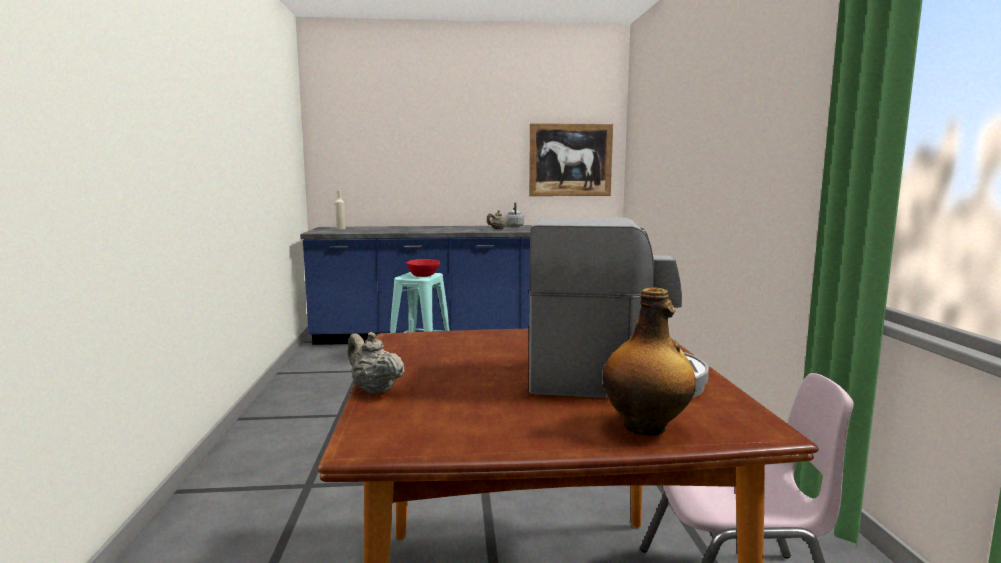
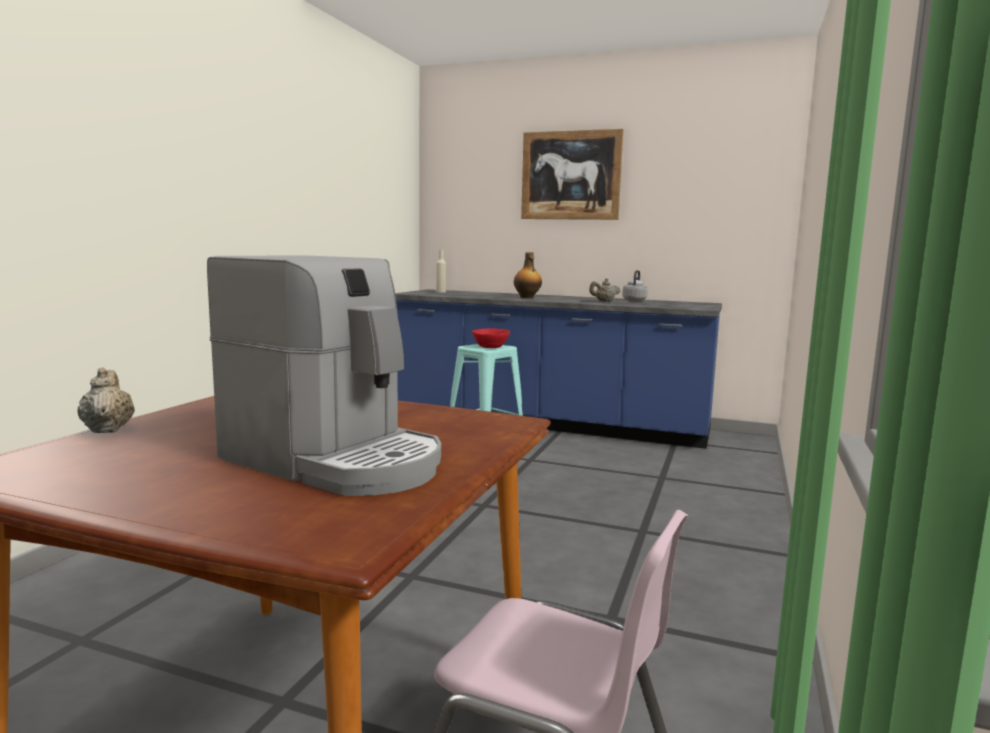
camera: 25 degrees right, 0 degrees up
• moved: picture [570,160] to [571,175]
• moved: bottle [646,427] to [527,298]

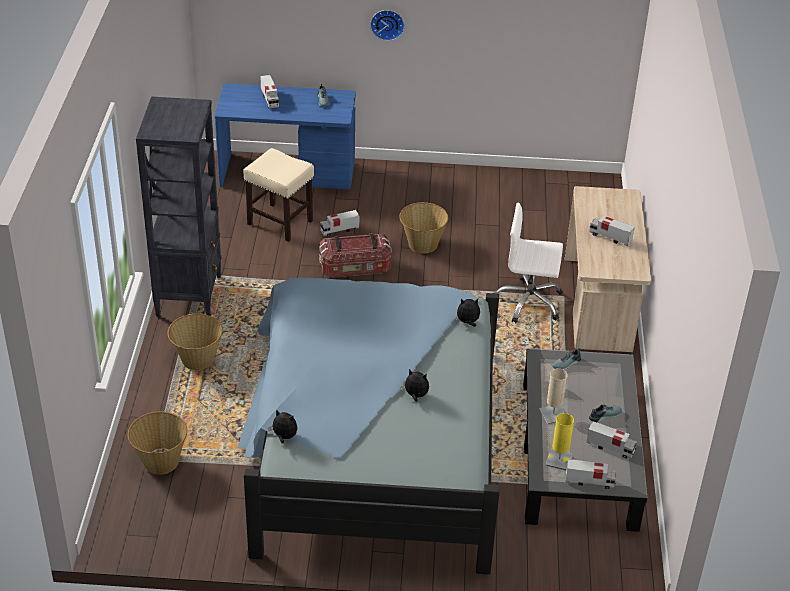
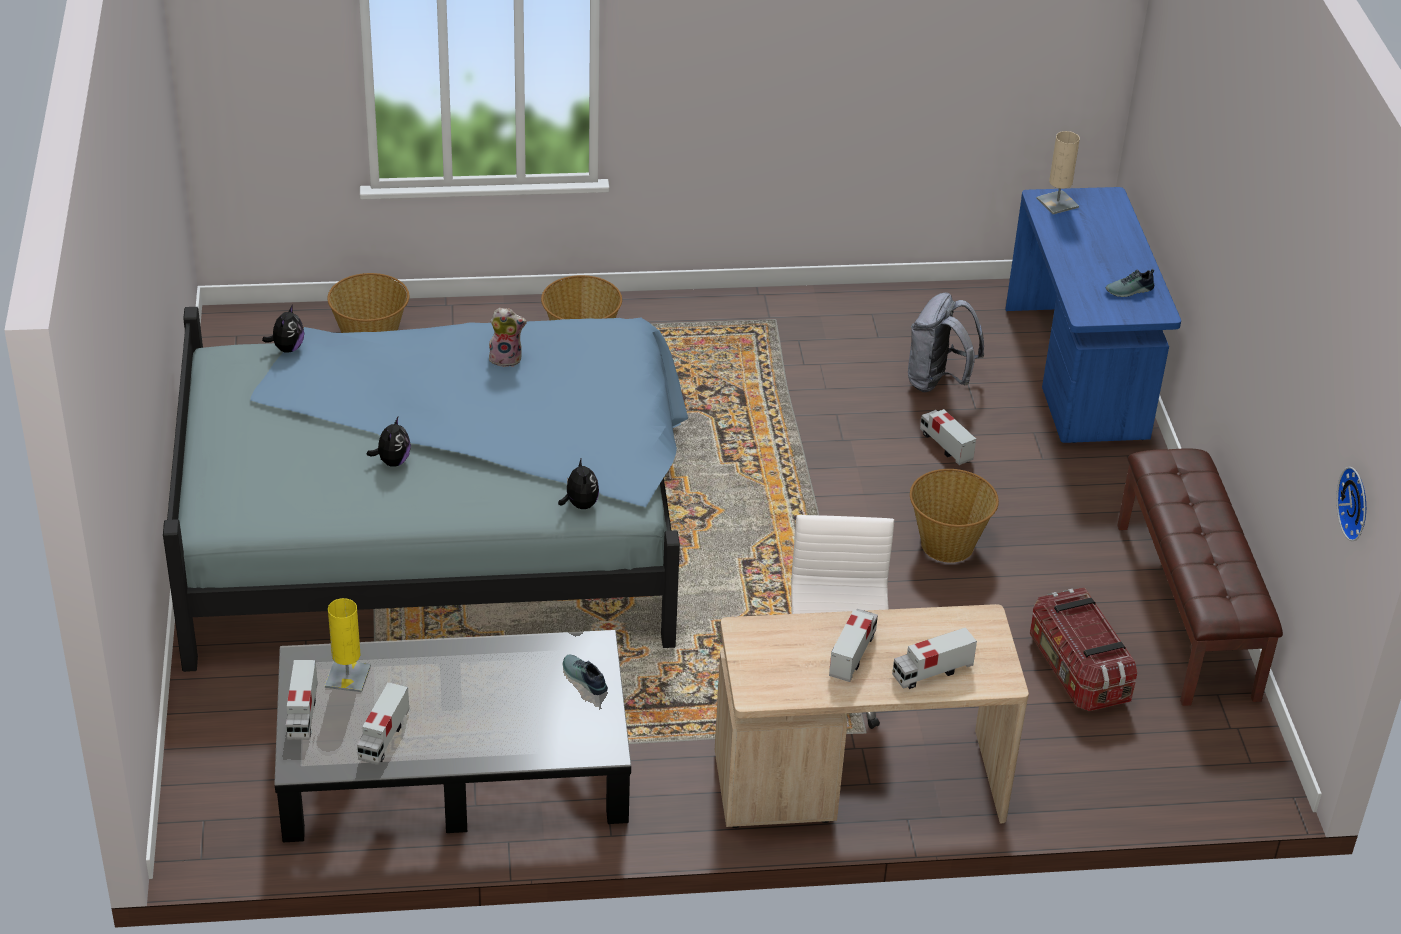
camera: 80 degrees right, 0 degrees up
• removed: black bookcase [189,295]
• replaced: beige stool [281,222] to grey backpack [938,382]
• moved: toy truck [270,99] to [931,672]
• moved: storage box [355,268] to [1077,670]
• moved: wall clock [387,23] to [1357,503]
• moved: beige table lamp [553,414] to [1057,203]
• removed: shoe [604,415]
• added: plush toy [506,358]
• added: brown bench [1188,610]

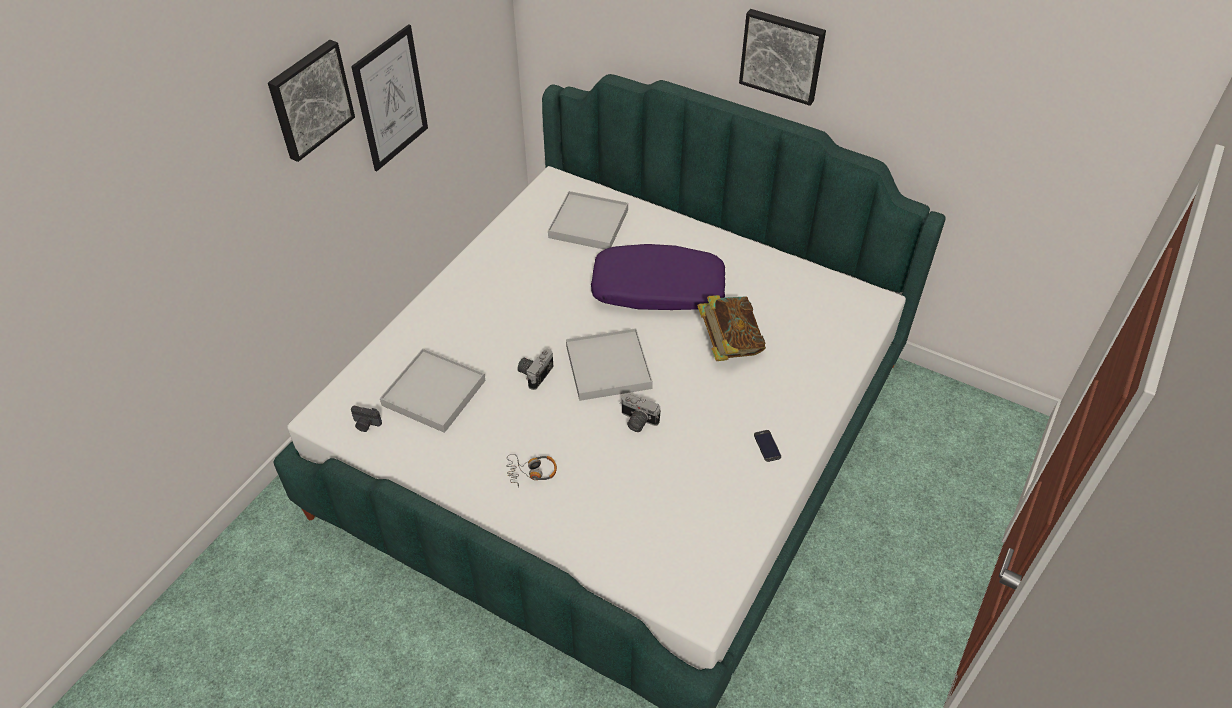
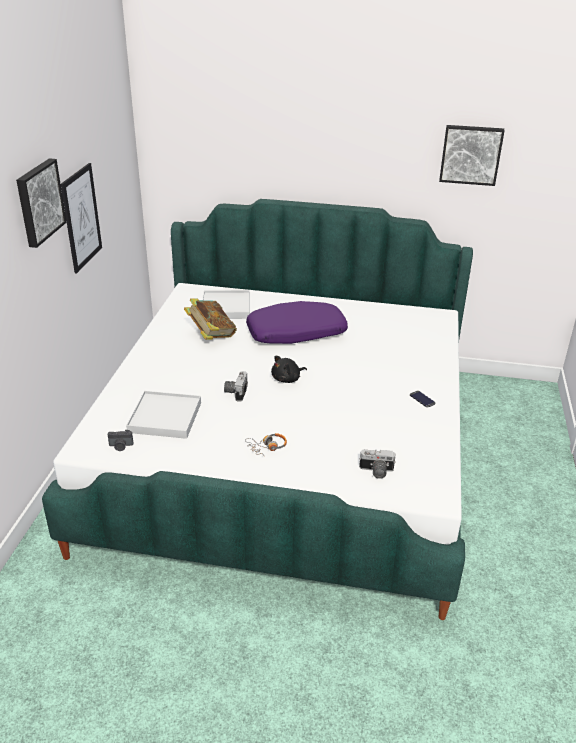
camera: 20 degrees left, 15 degrees down
• replaced: white tray [608,367] to black plush toy [287,379]
• moved: photo camera [637,421] to [376,471]
• moved: book [729,345] to [211,335]
• moved: picture [782,55] to [470,154]

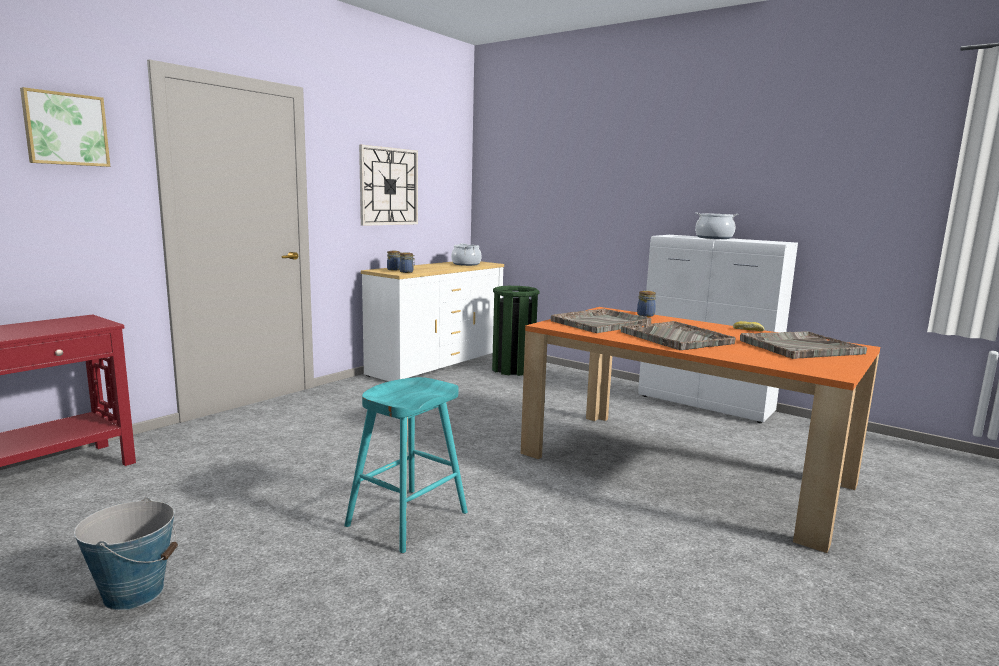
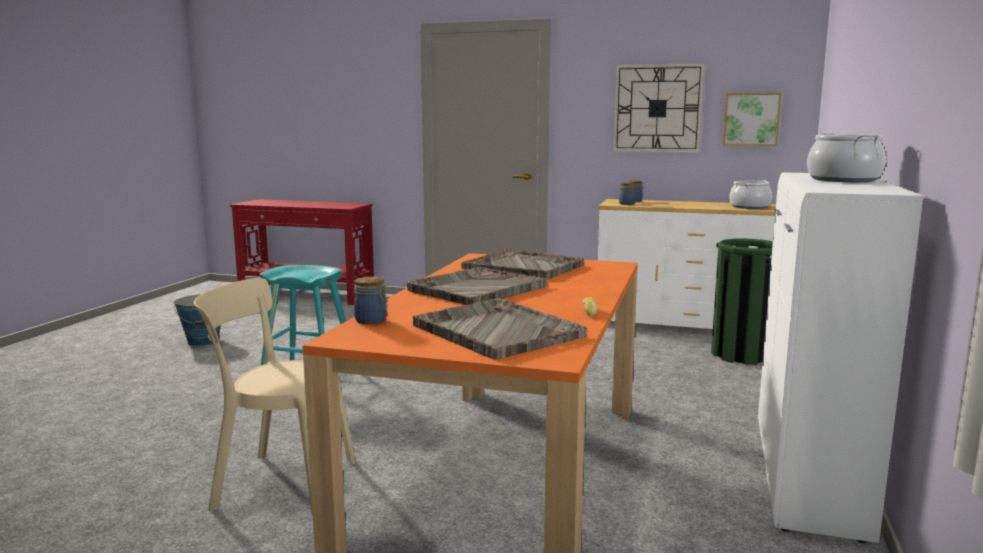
camera: 70 degrees right, 0 degrees up
• moved: picture [65,129] to [751,119]
• moved: jar [646,315] to [372,321]
• added: beige chair [279,484]

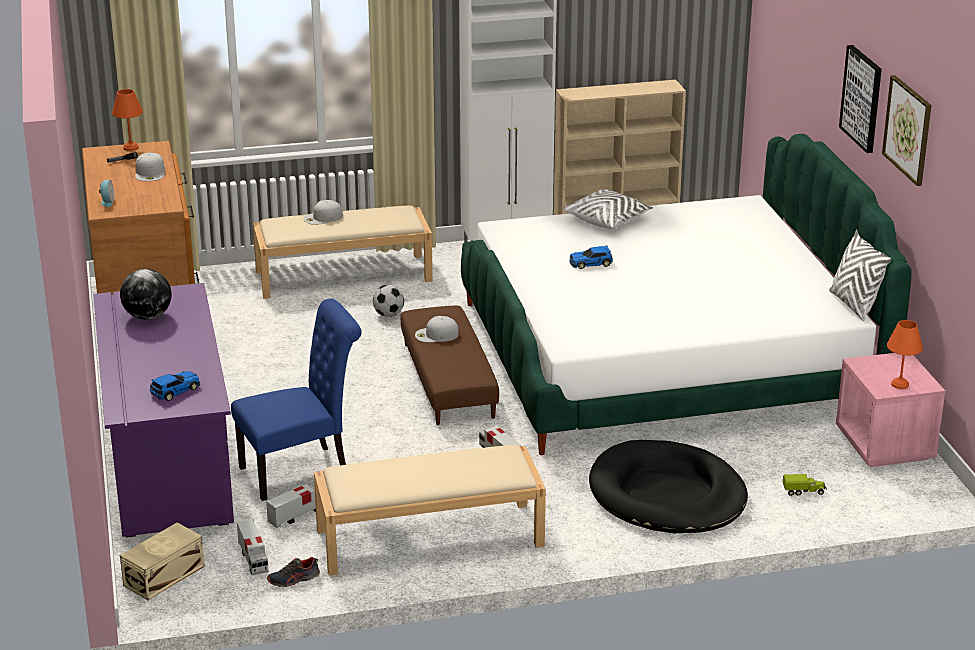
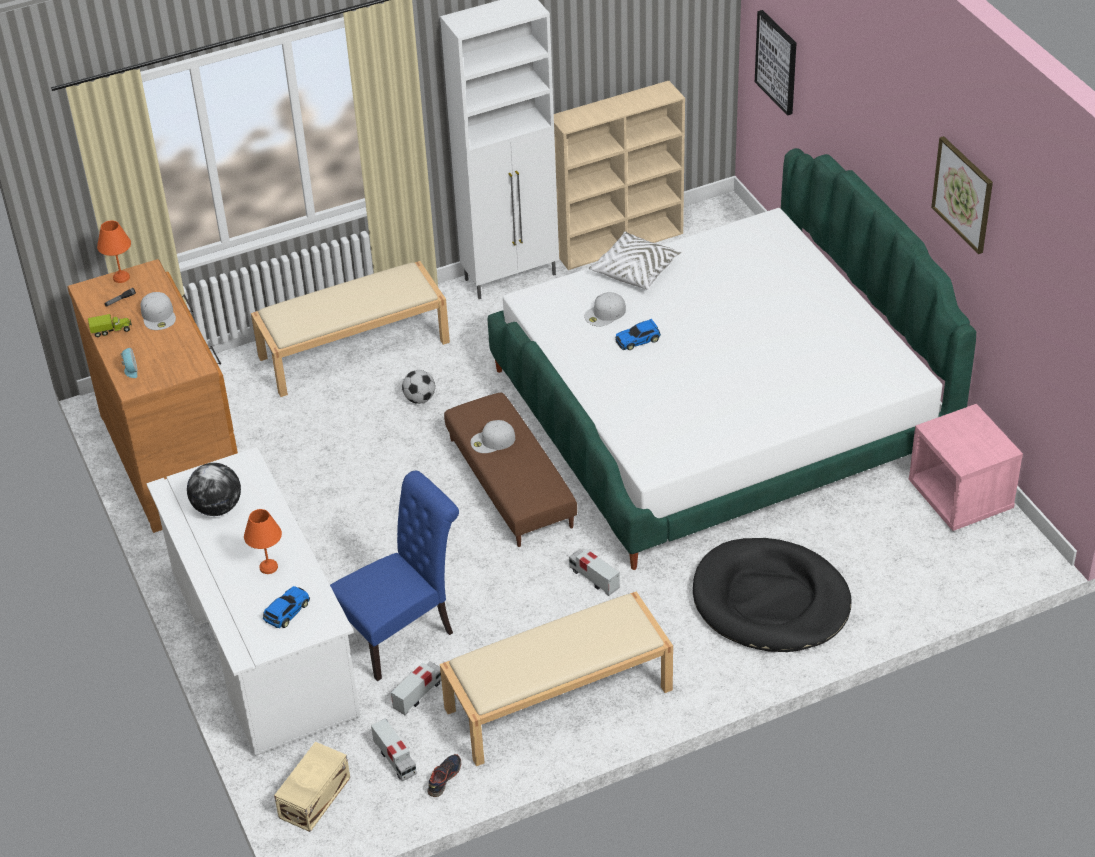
camera: 10 degrees left, 15 degrees up
• recoloured: purple desk [167,461] to white desk [262,644]
• turned: shoe [293,579] = [444,778] 150 degrees clockwise
• moved: white cap [323,217] to [605,313]
• moved: toy truck [804,491] to [111,330]
• removed: white pillow [854,305]
• moved: picture [862,98] to [777,62]
• moved: orange table lamp [900,384] to [268,566]

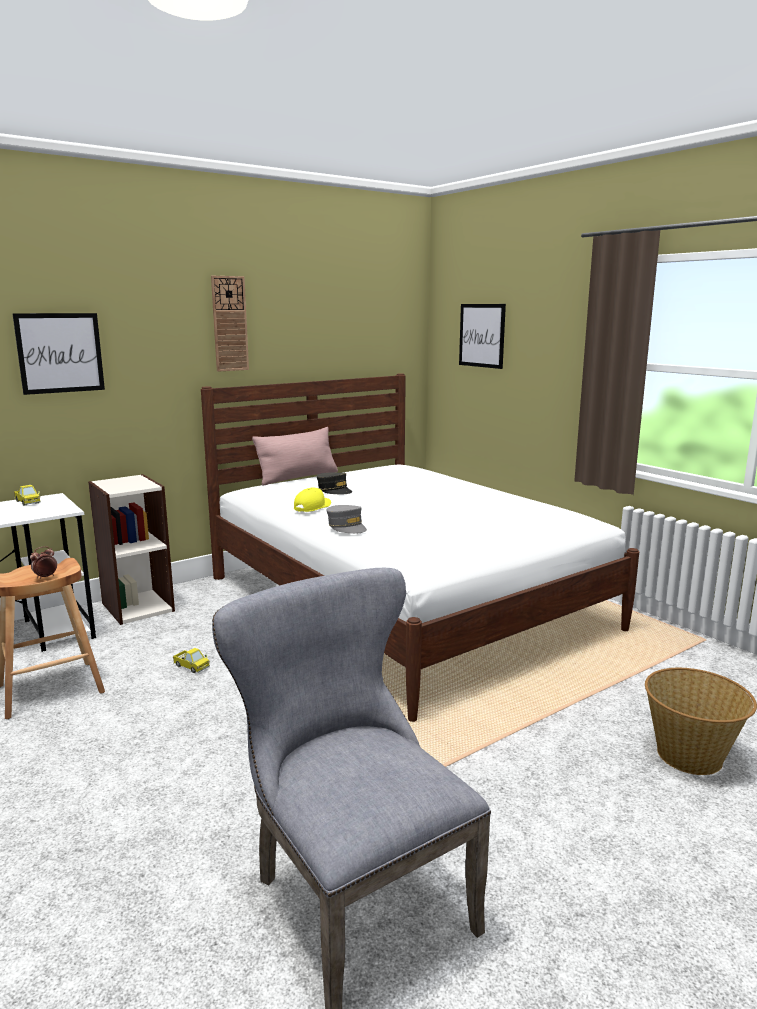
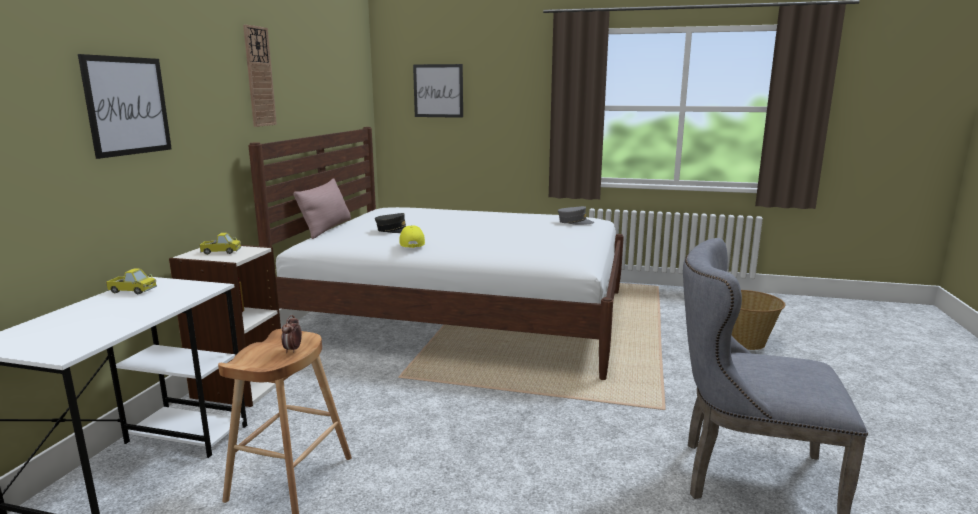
camera: 40 degrees left, 0 degrees up
• moved: toy truck [191,667] to [221,252]
• moved: grey cap [347,527] to [575,222]

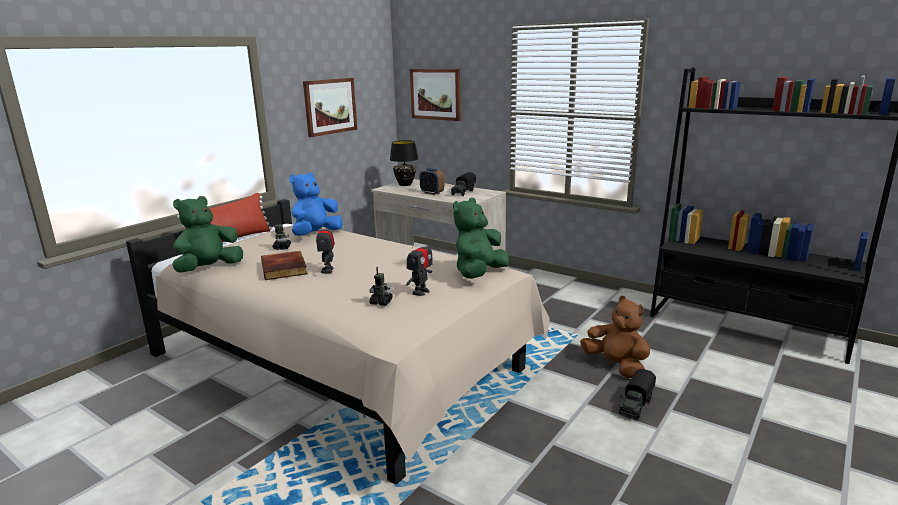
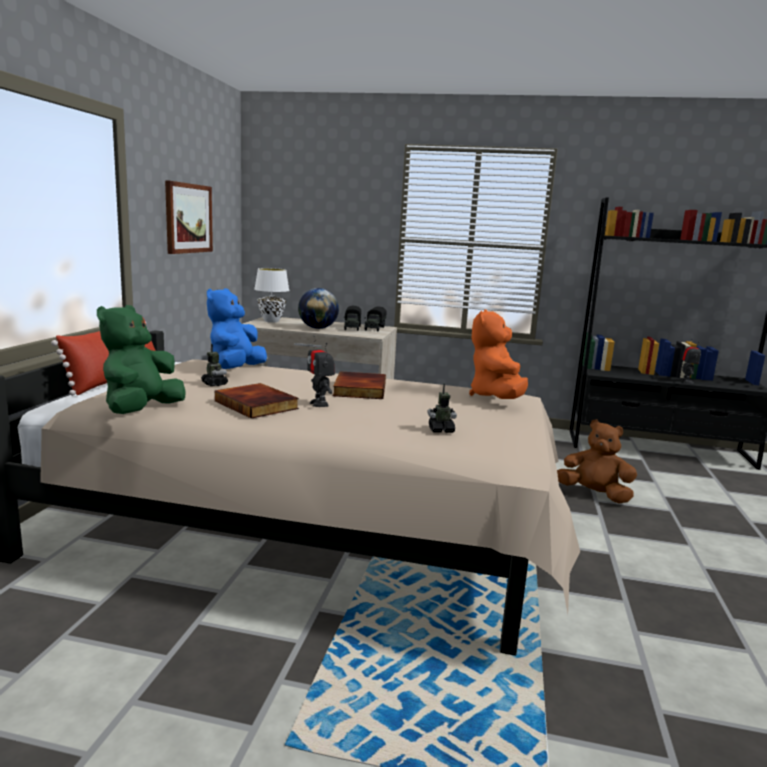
camera: 25 degrees left, 5 degrees down
• recoloured: black table lamp [405,184] to white table lamp [272,321]
• moved: toy robot [420,292] to [686,381]
• removed: picture [436,94]
• replaced: alarm clock [432,193] to globe [318,328]
• recoloured: green plush toy [479,274] to orange plush toy [496,398]
• moved: toy truck [635,405] to [374,328]
• added: book [358,389]

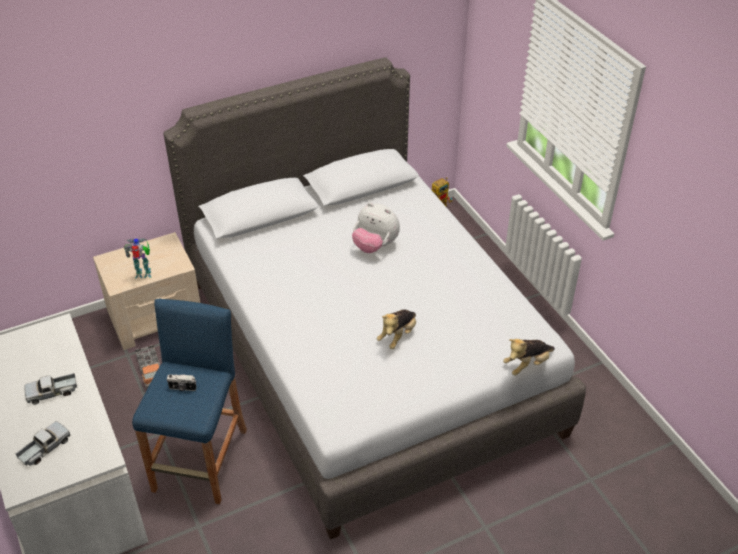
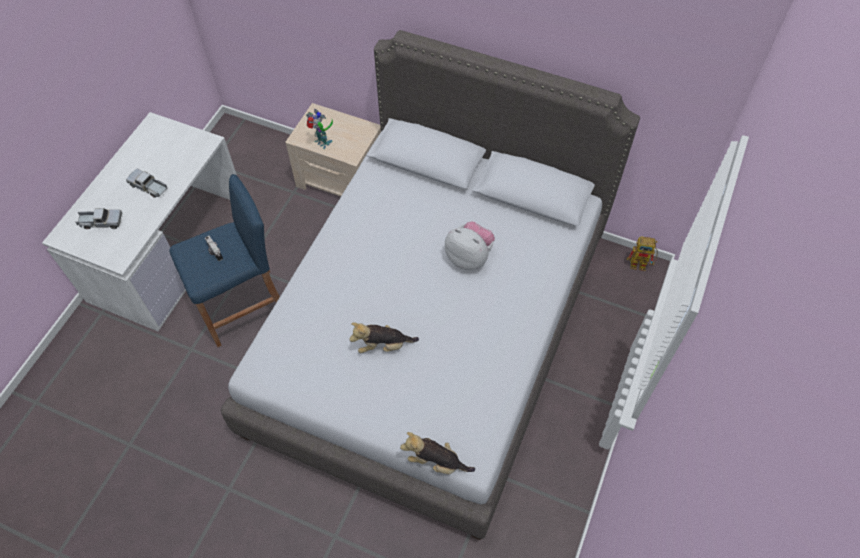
camera: 50 degrees right, 15 degrees up
• removed: toy truck [150,370]
• turned: plush toy [375,246] = [469,257] 135 degrees clockwise

